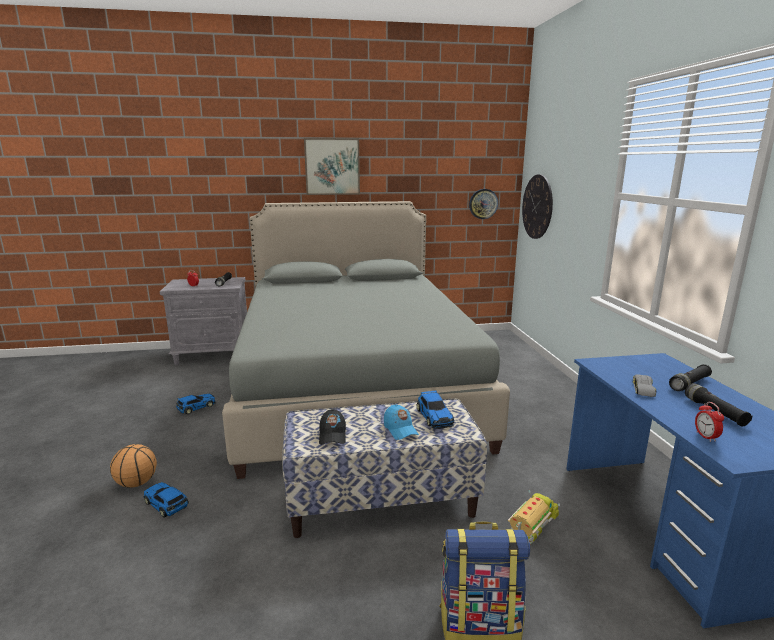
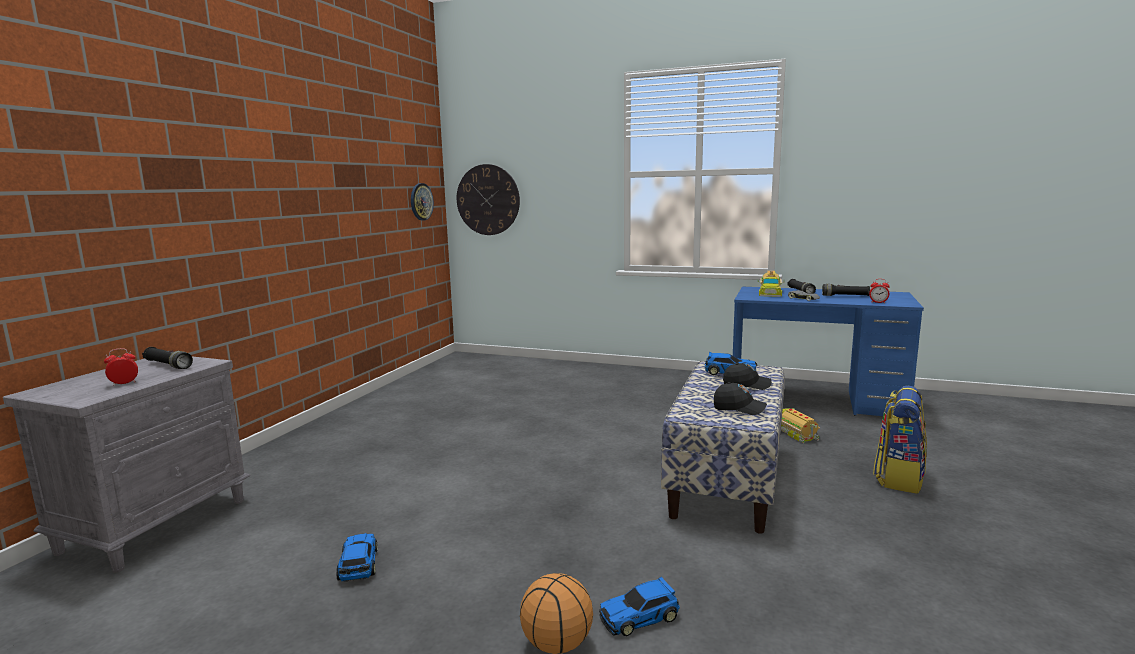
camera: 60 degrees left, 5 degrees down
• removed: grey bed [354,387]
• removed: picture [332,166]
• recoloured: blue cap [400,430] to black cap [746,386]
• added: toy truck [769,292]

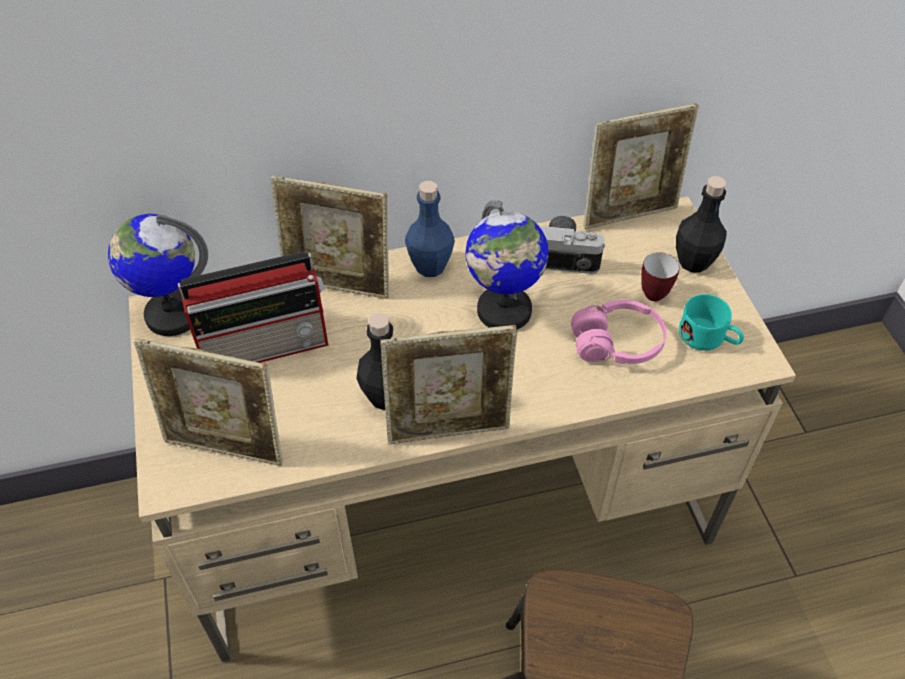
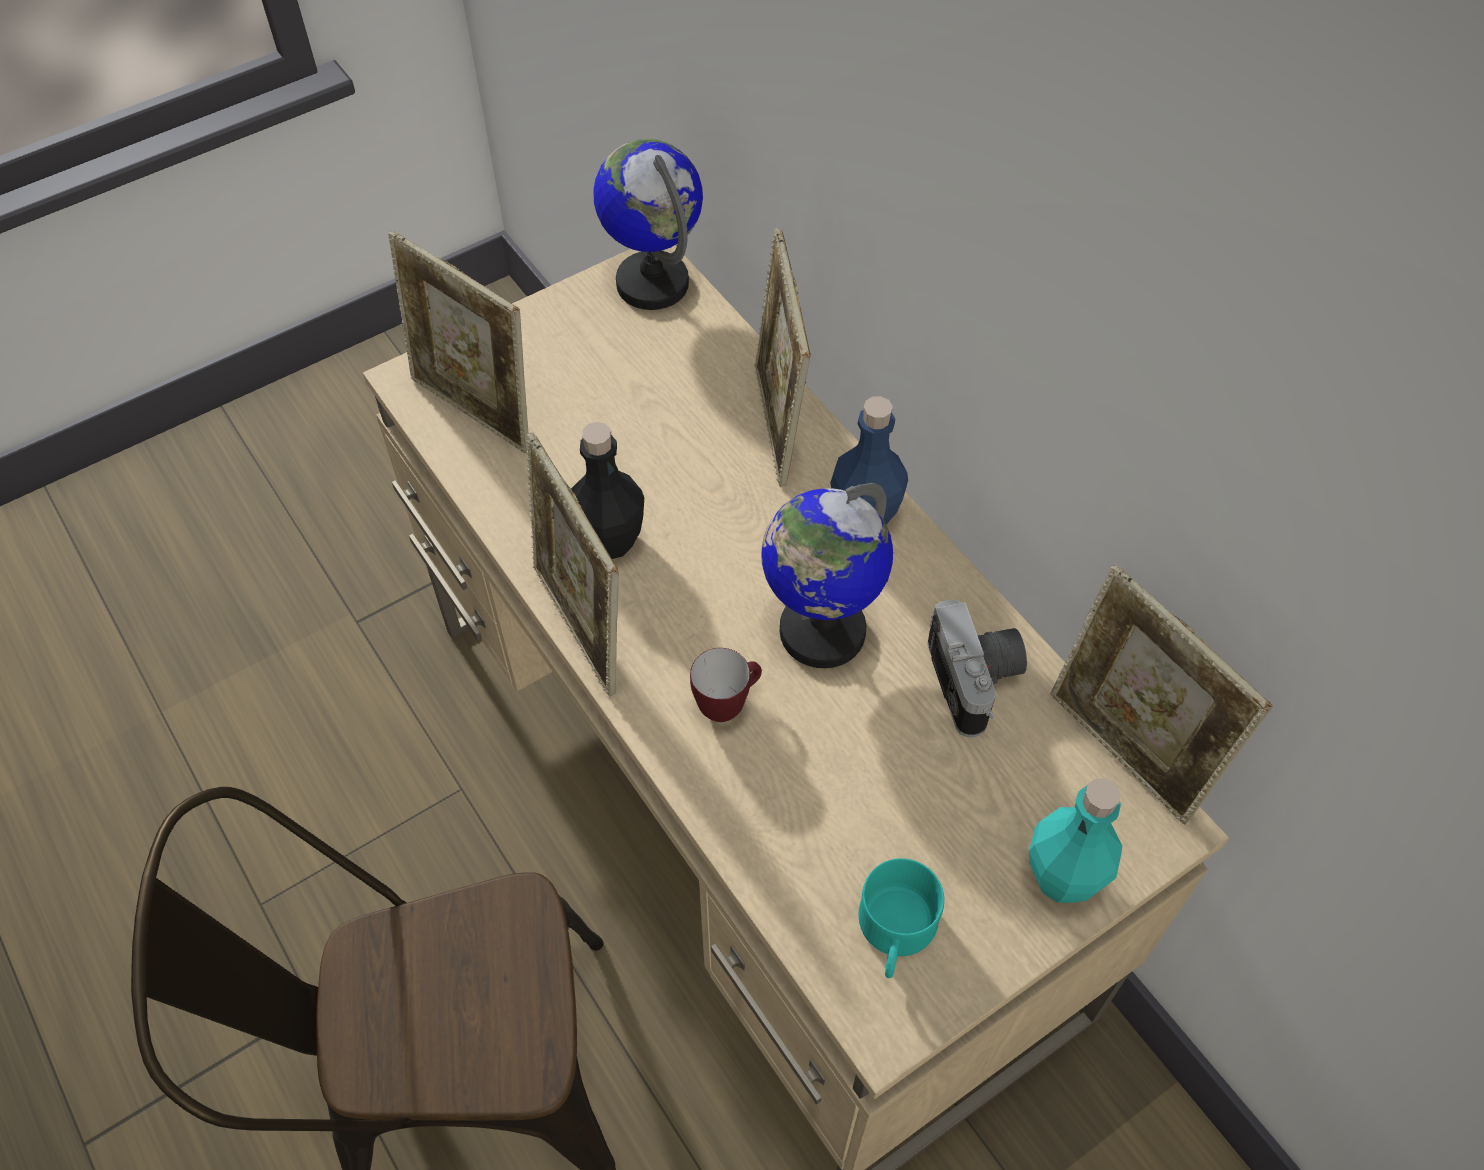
camera: 70 degrees right, 5 degrees up
• turned: picture frame [227,447] = [476,411] 45 degrees counterclockwise
• removed: radio [267,344]
• removed: pink headphones [616,343]
• moved: mug [651,291] to [727,704]
• recoloured: black bottle [693,262] to turquoise bottle [1062,878]

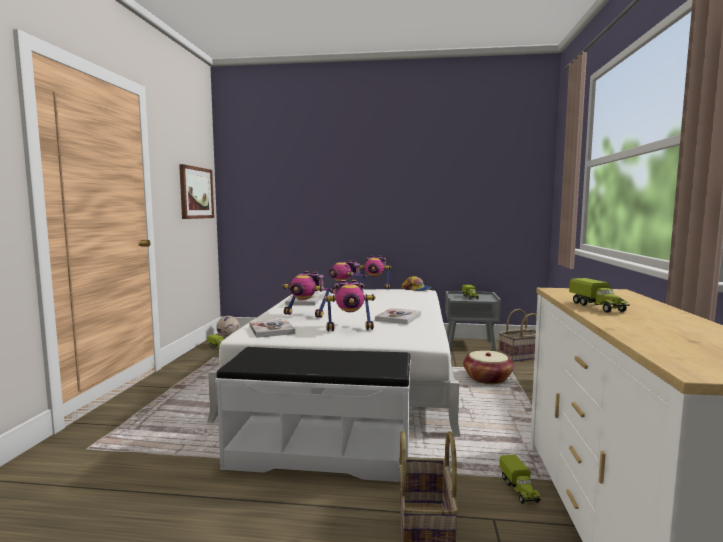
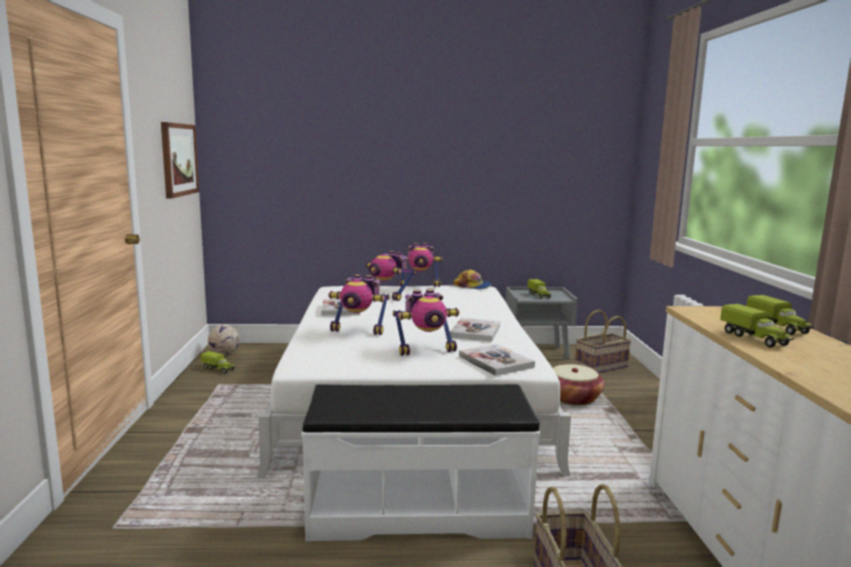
camera: 10 degrees left, 5 degrees up
• moved: book [271,329] to [495,362]
• moved: toy truck [519,490] to [777,327]

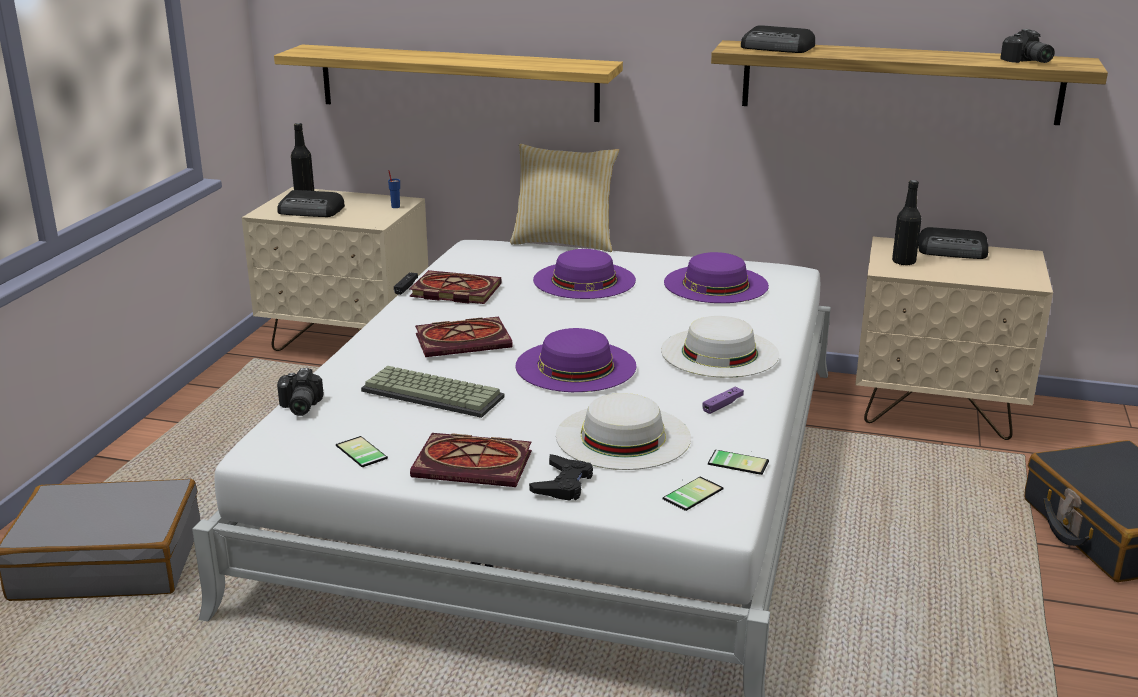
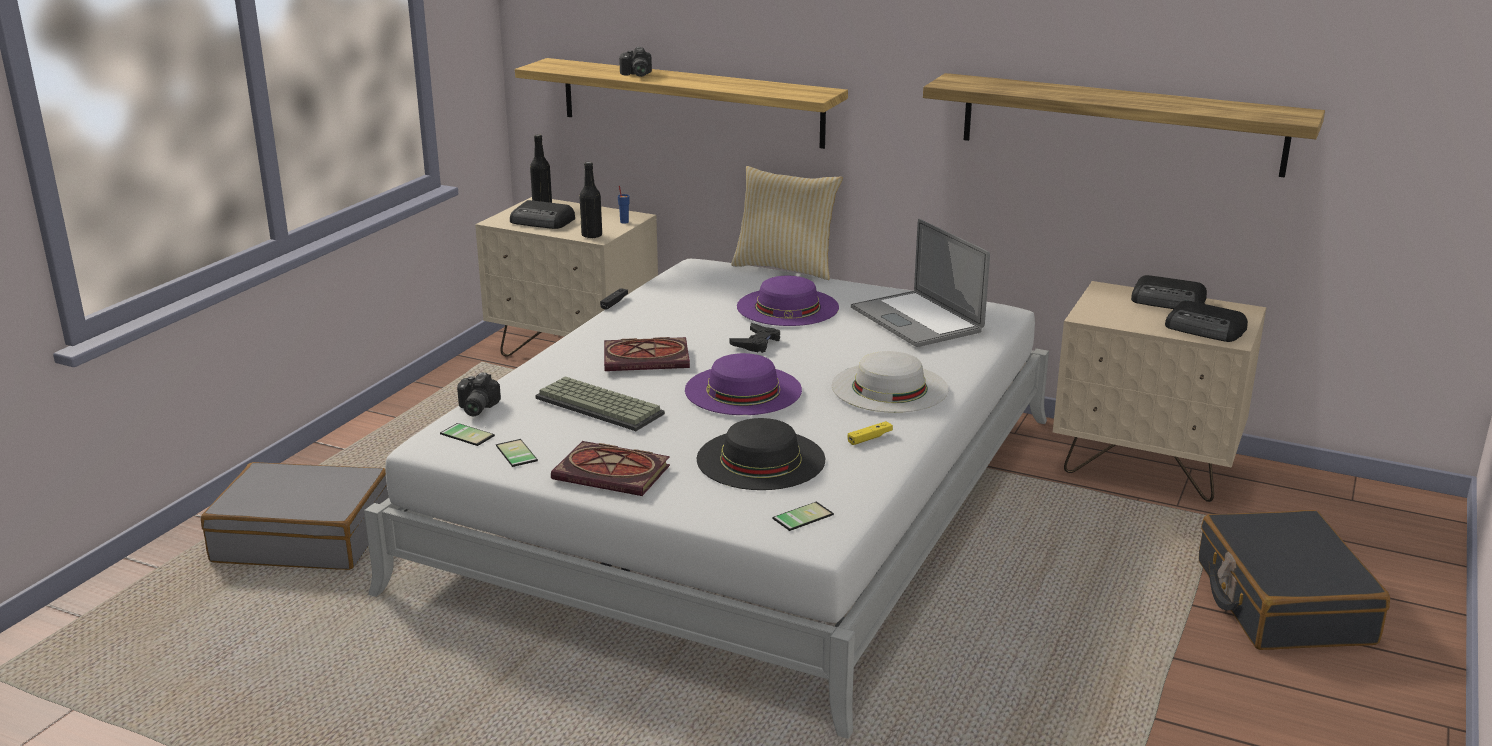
camera: 10 degrees right, 0 degrees up
• removed: book [453,291]
• moved: black game controller [563,484] to [756,343]
• recoloured: white hat [623,436] to black hat [760,459]
• replaced: purple hat [716,284] to laptop [916,319]
• recoloured: purple game controller [722,405] to yellow game controller [870,438]
• moved: phone [739,461] to [469,434]
• moved: radio [778,48] to [1205,329]
• moved: black bottle [903,262] to [592,235]
• moved: photo camera [1027,61] to [636,75]

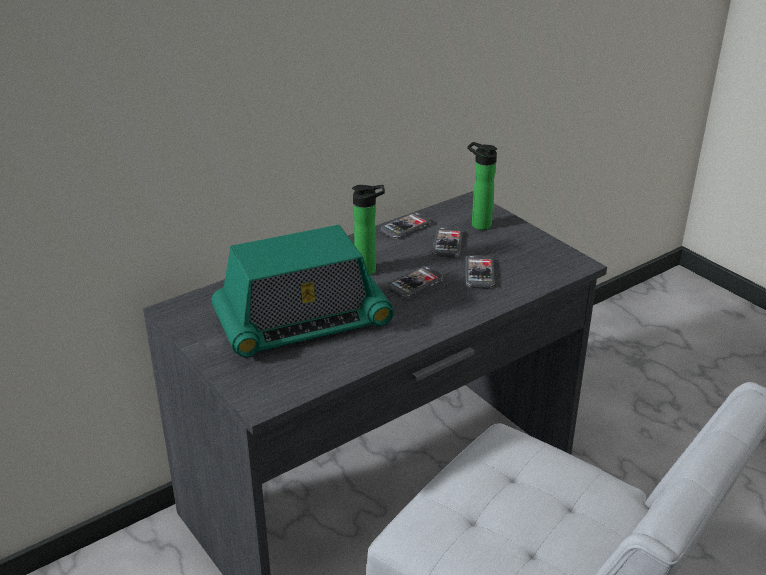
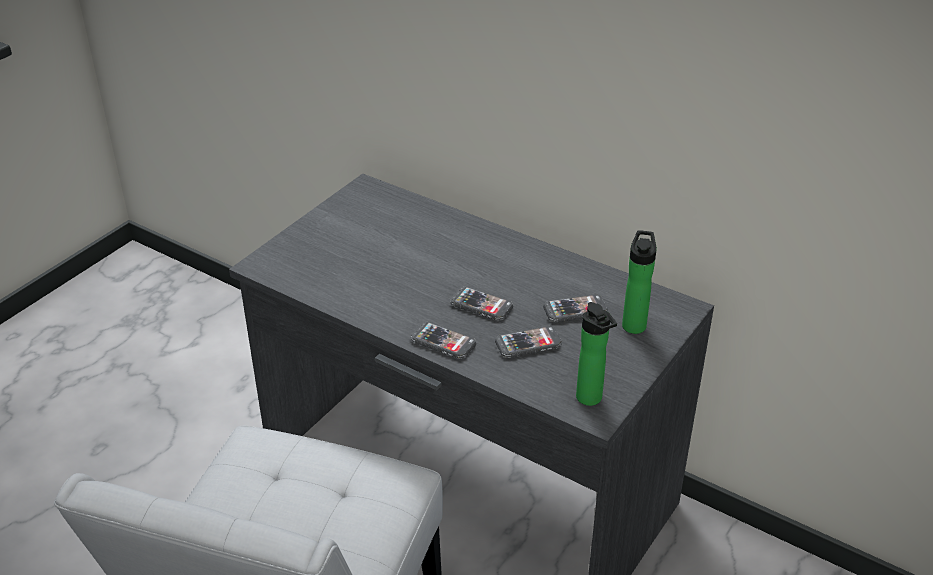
camera: 70 degrees right, 5 degrees up
• removed: radio [302,323]
• moved: bottle [368,270] to [591,400]
• moved: phone [406,227] to [443,342]

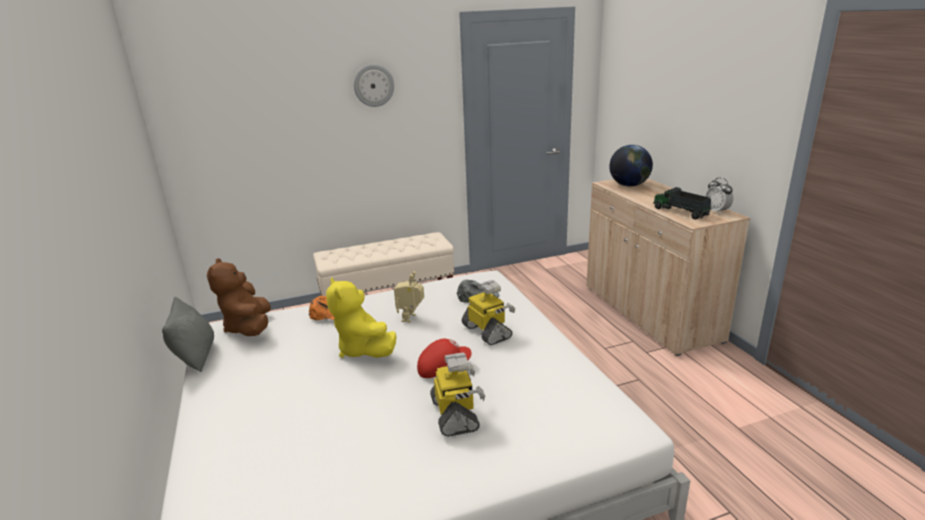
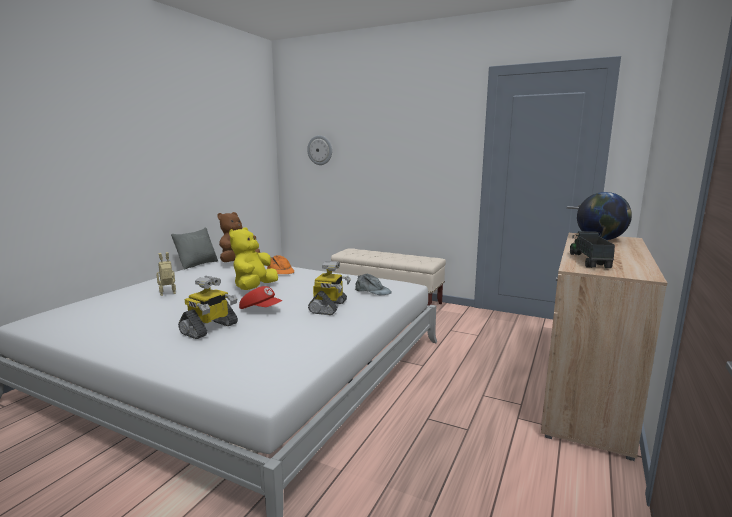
camera: 45 degrees right, 10 degrees down
• moved: wall clock [373,85] to [320,150]
• moved: toy robot [411,318] to [168,294]
• removed: alarm clock [716,211]

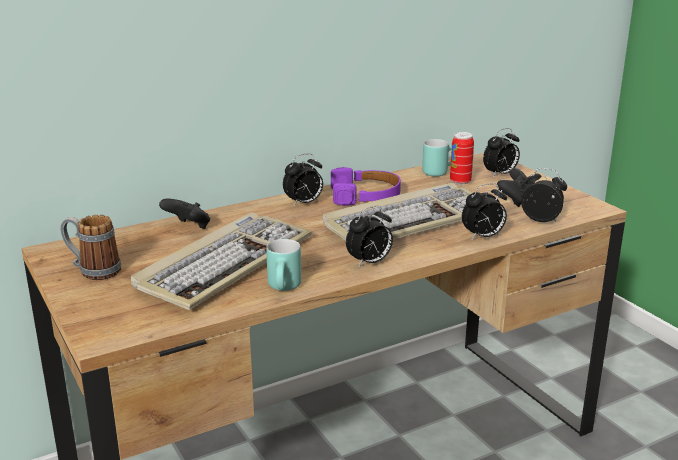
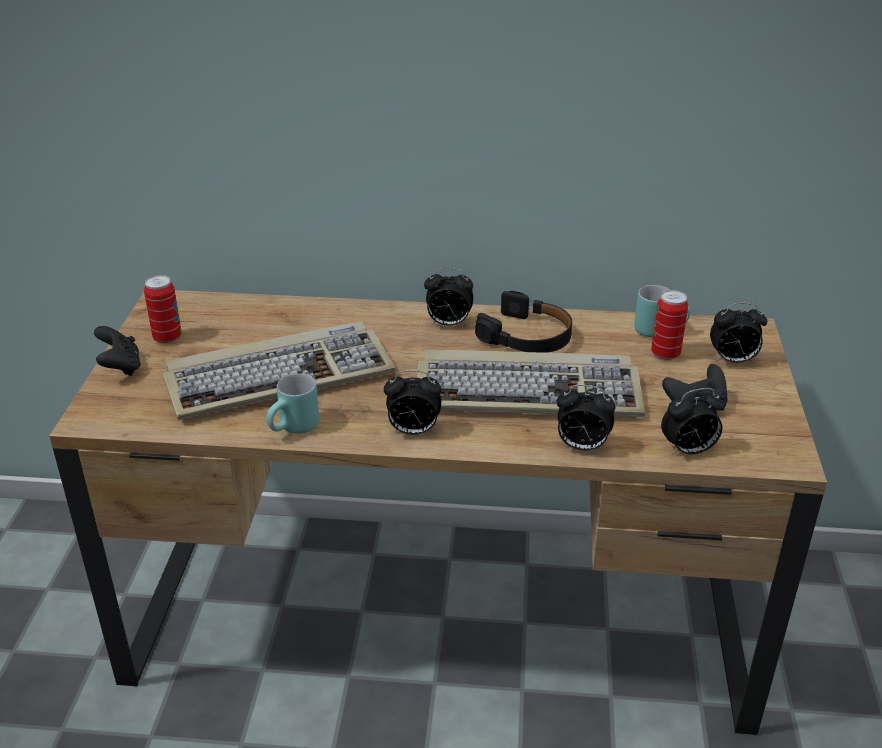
camera: 35 degrees right, 10 degrees up
• replaced: mug [93,270] to can [167,338]
• moved: black game controller [188,227] to [121,367]
• recoloured: purple headphones [365,195] to black headphones [527,336]
• turned: alarm clock [541,220] = [688,451] 105 degrees clockwise

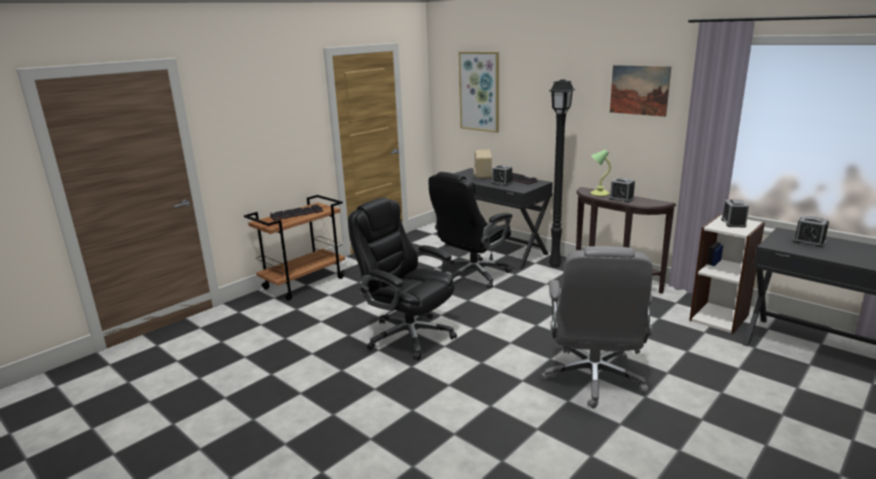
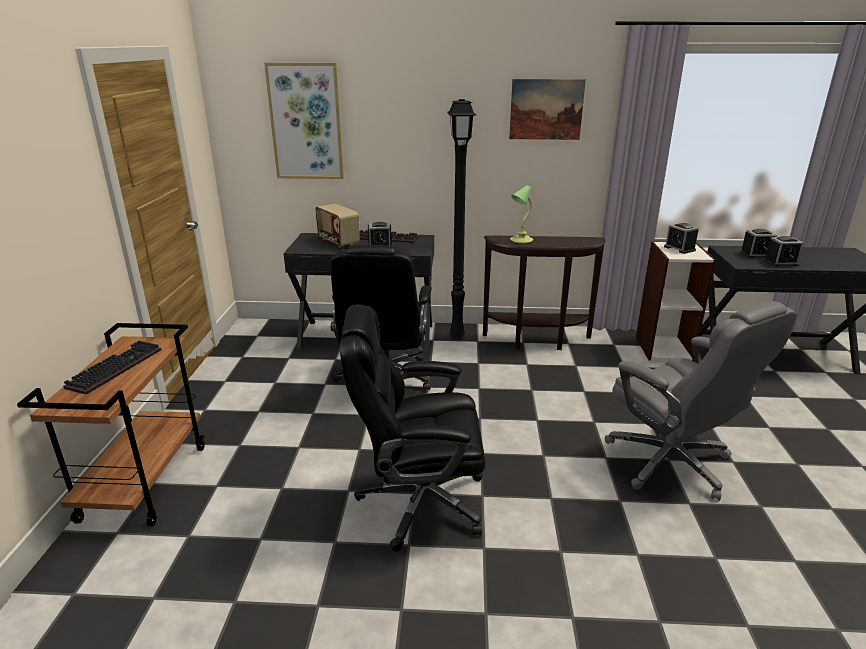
camera: 40 degrees left, 5 degrees up
• moved: alarm clock [621,199] to [781,263]

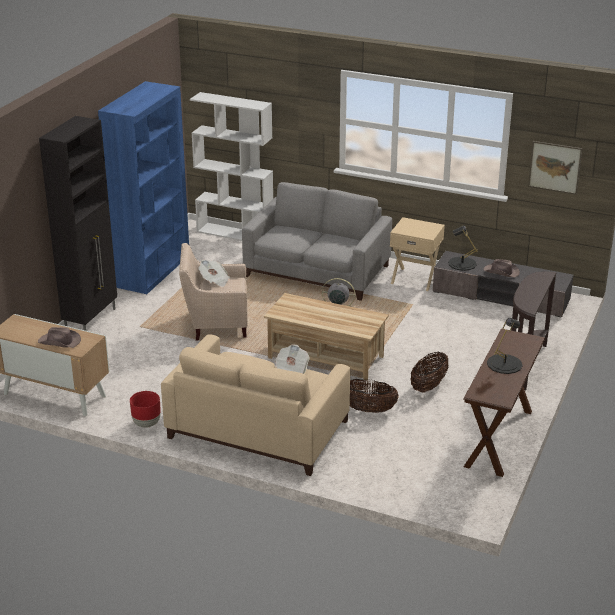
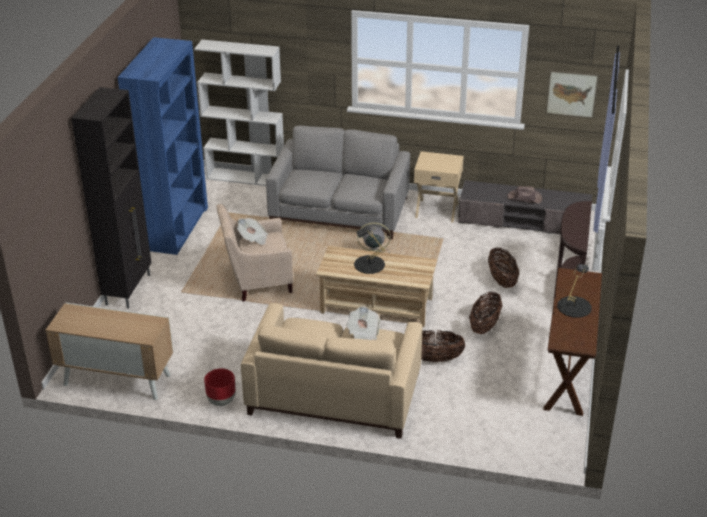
camera: 10 degrees left, 5 degrees up
• removed: brown hat [60,342]
• moved: black table lamp [462,264] to [369,264]
• added: basket [502,280]

